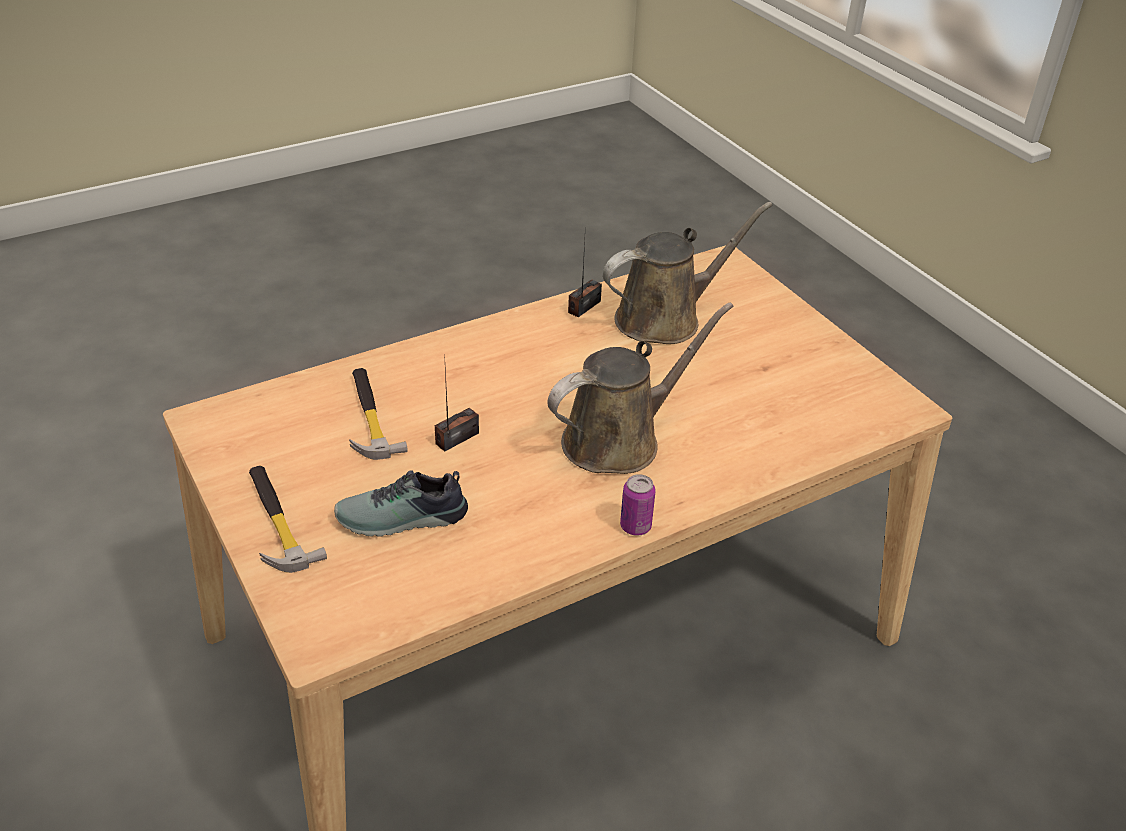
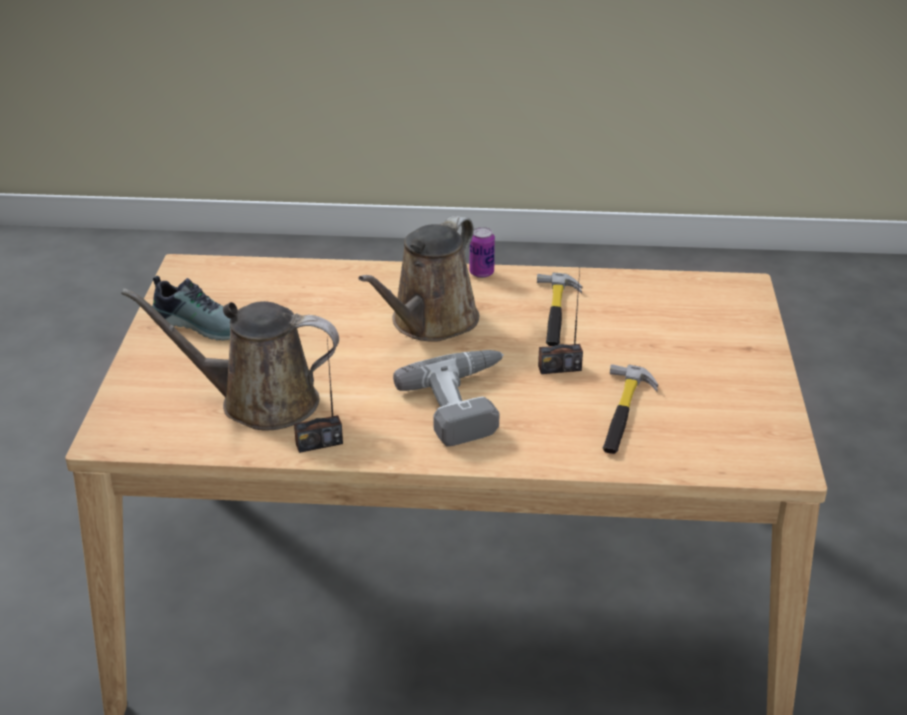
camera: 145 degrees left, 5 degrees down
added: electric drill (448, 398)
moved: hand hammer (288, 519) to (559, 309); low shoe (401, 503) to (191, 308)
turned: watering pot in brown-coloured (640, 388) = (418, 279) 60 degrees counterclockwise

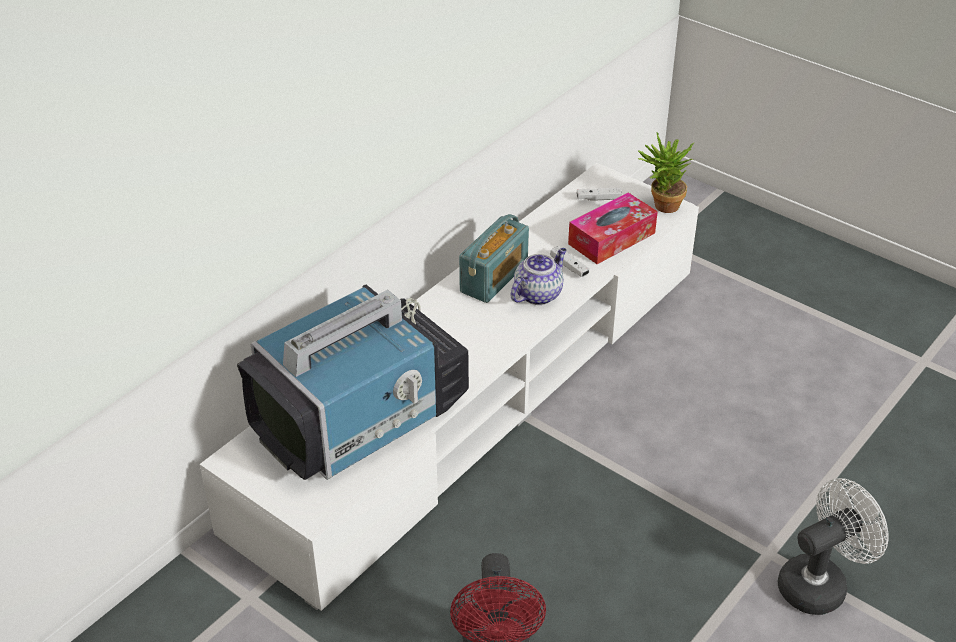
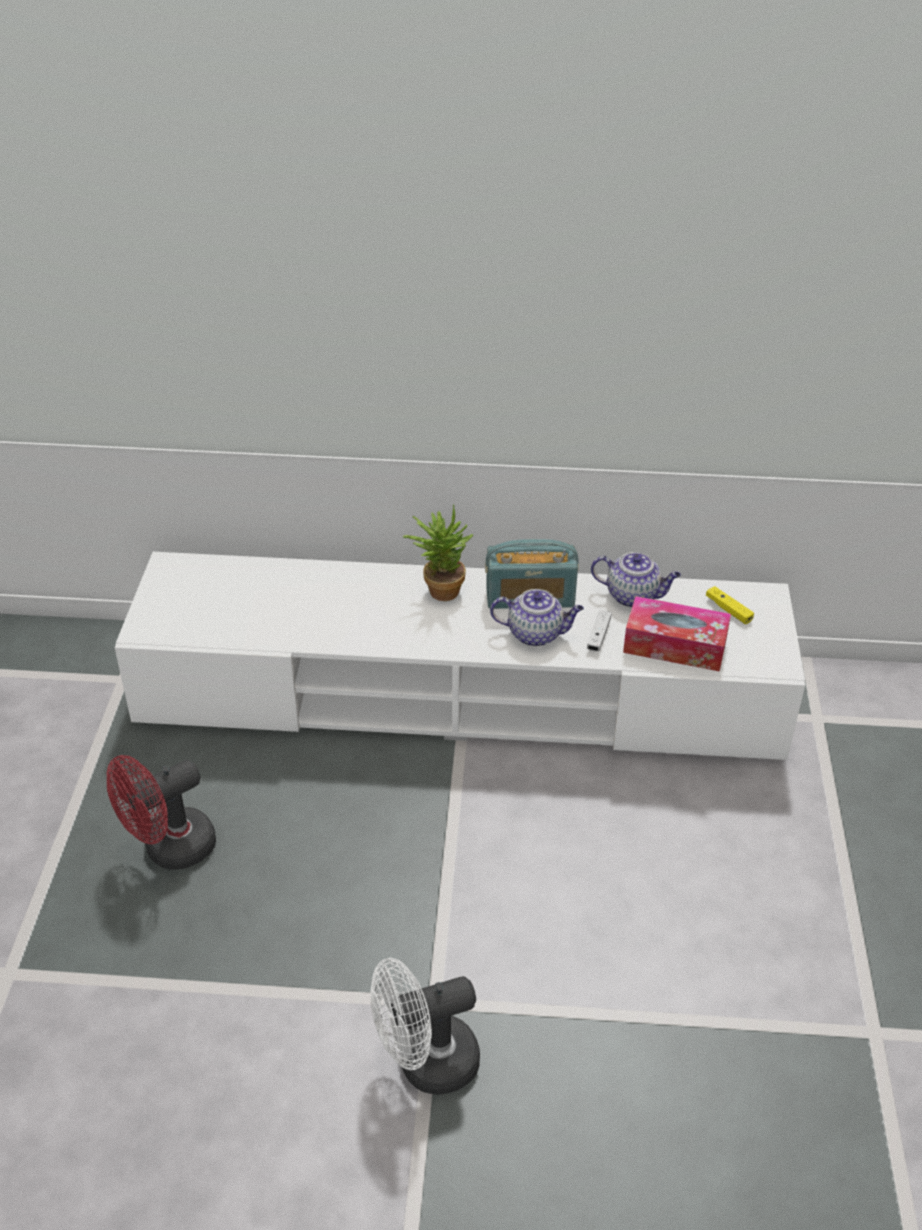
camera: 55 degrees right, 0 degrees up
removed: television (353, 382)
added: tea pot (636, 580)
moved: plant in a pot (666, 173) to (438, 553)
recoloured: joypad in white (599, 194) to joypad in yellowish (730, 605)
turned: electric fan in white (833, 546) = (425, 1026) 135 degrees clockwise

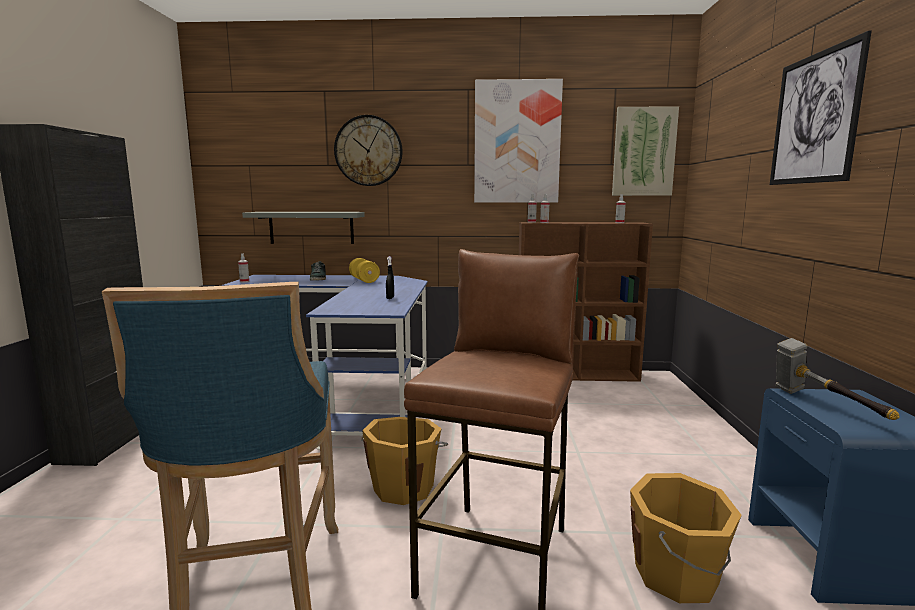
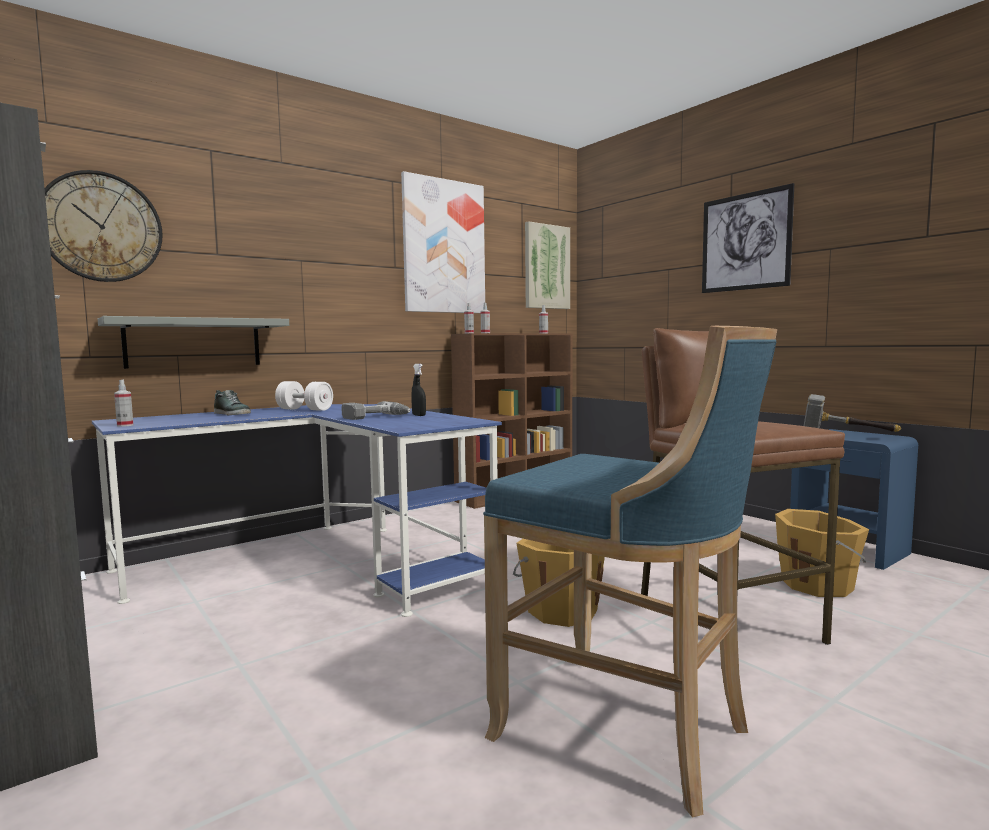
camera: 40 degrees left, 5 degrees down
added: electric drill (376, 410)
moved: wall clock (368, 150) to (104, 226)
recoloured: dumbbell in yellowish (364, 270) to dumbbell in white (304, 396)

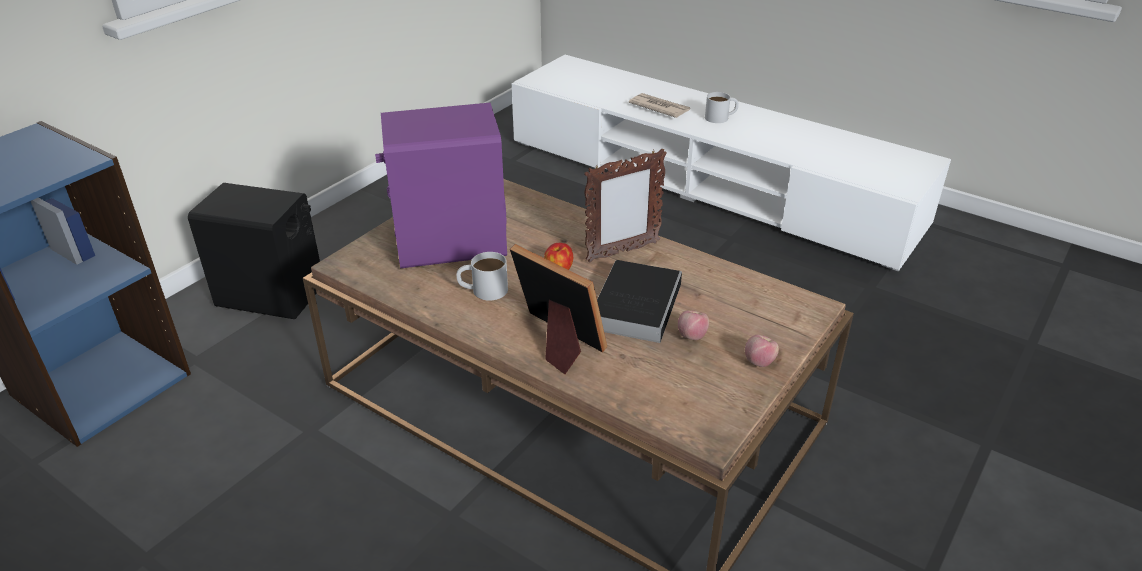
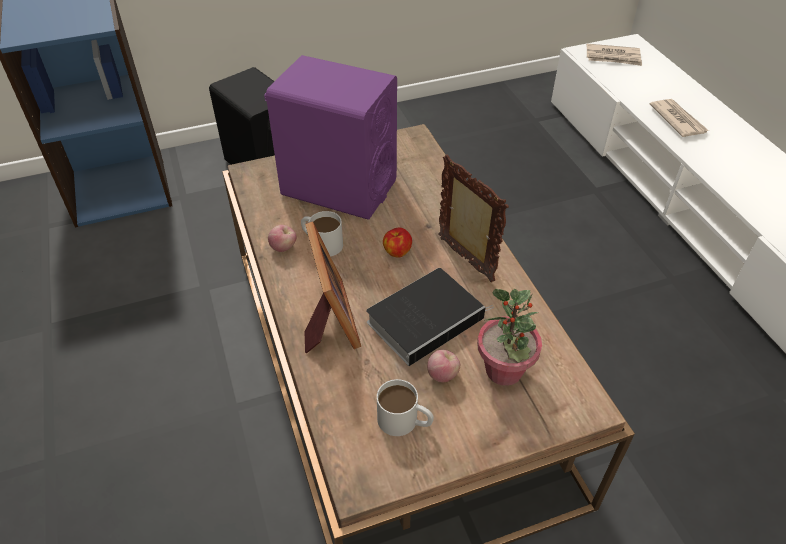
camera: 35 degrees right, 10 degrees up
added: plant in a pot (509, 337); newspaper (614, 55)
moved: coffee mug in white (722, 107) to (405, 407); apple fruit (762, 351) to (282, 238)
turned: standing frame (625, 206) = (473, 218) 135 degrees counterclockwise

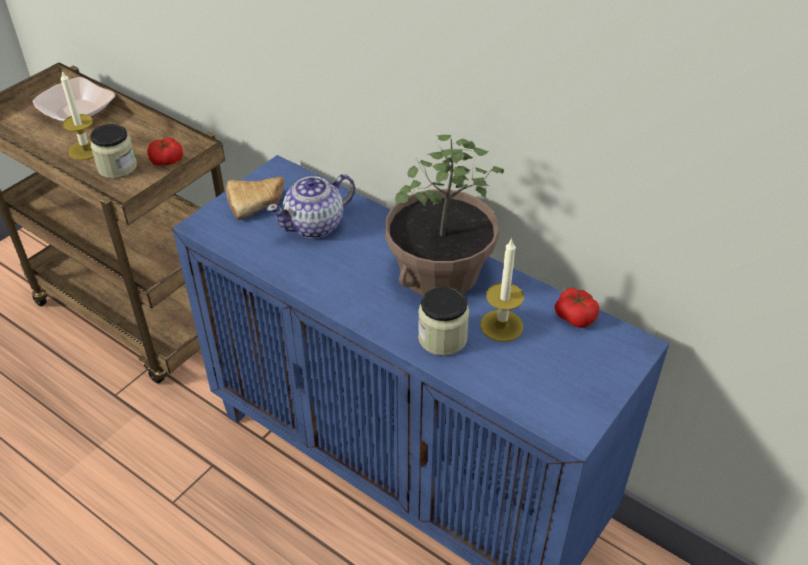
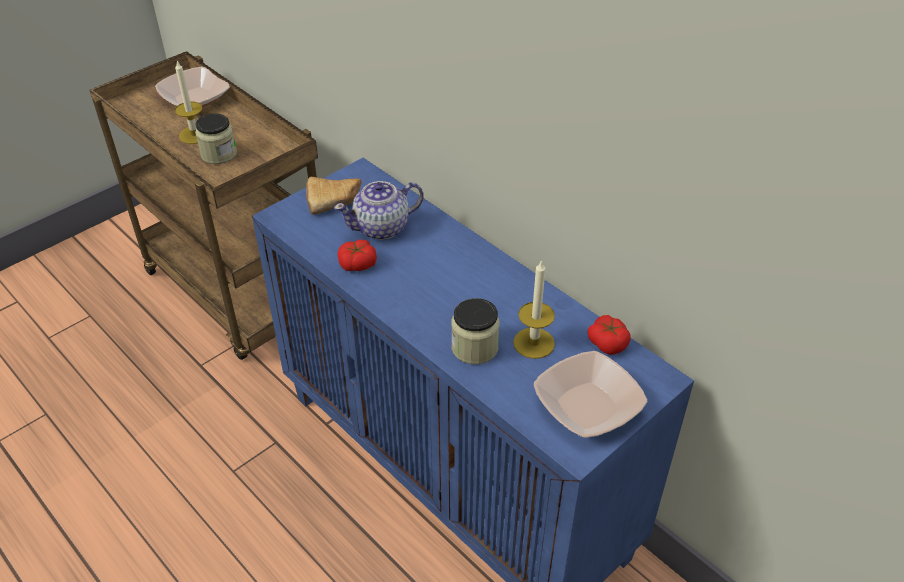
camera: 10 degrees right, 0 degrees up
removed: plant in a pot (444, 215)
added: deep dish (590, 394)
moved: tomato (165, 152) to (357, 255)

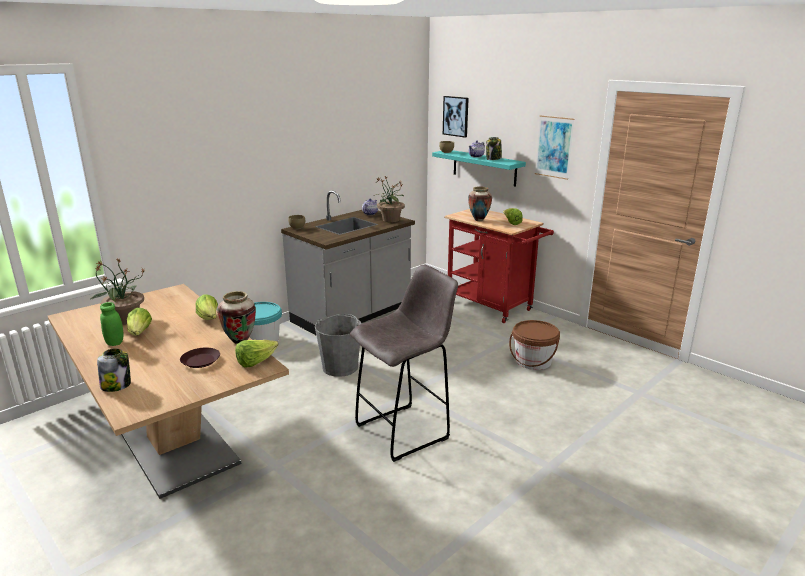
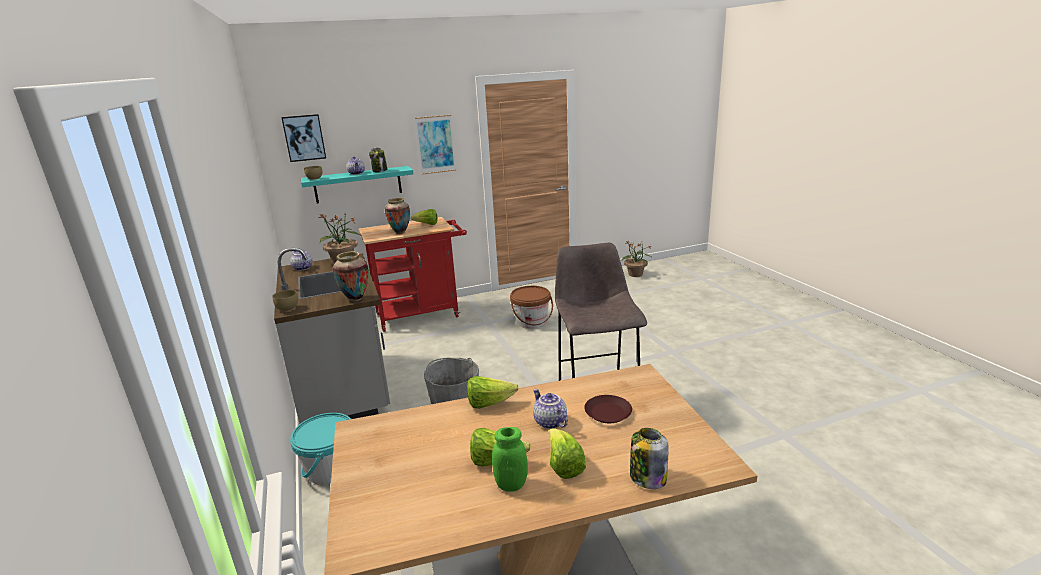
camera: 65 degrees left, 0 degrees up
added: tea pot (550, 409)
moved: plant in a pot (117, 291) to (637, 259); flower vase (236, 317) to (351, 276); lettuce head (256, 354) to (567, 453)

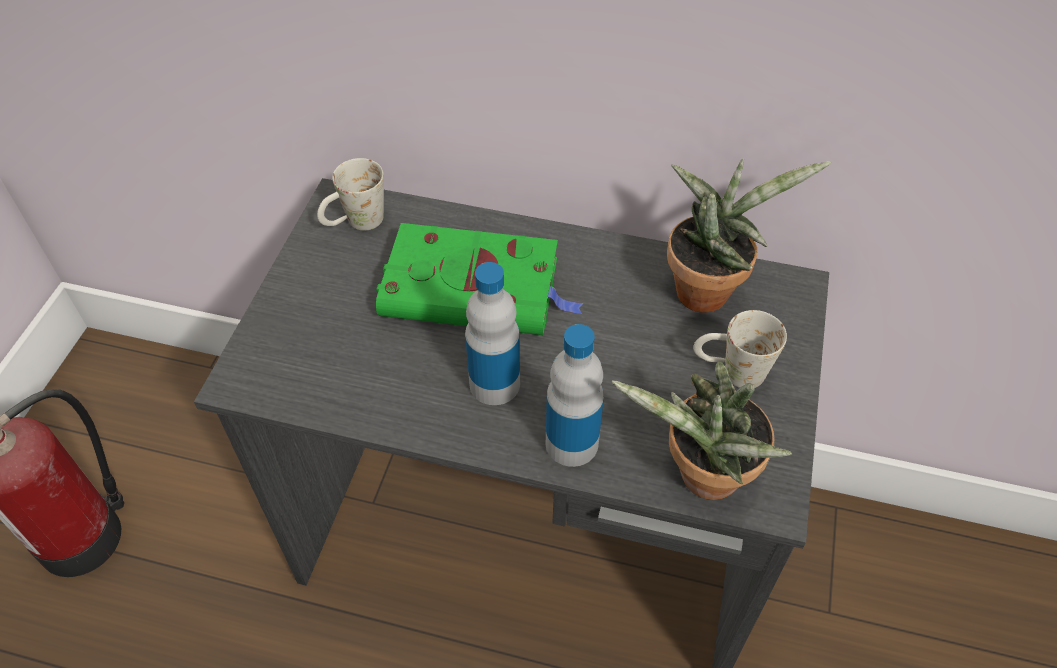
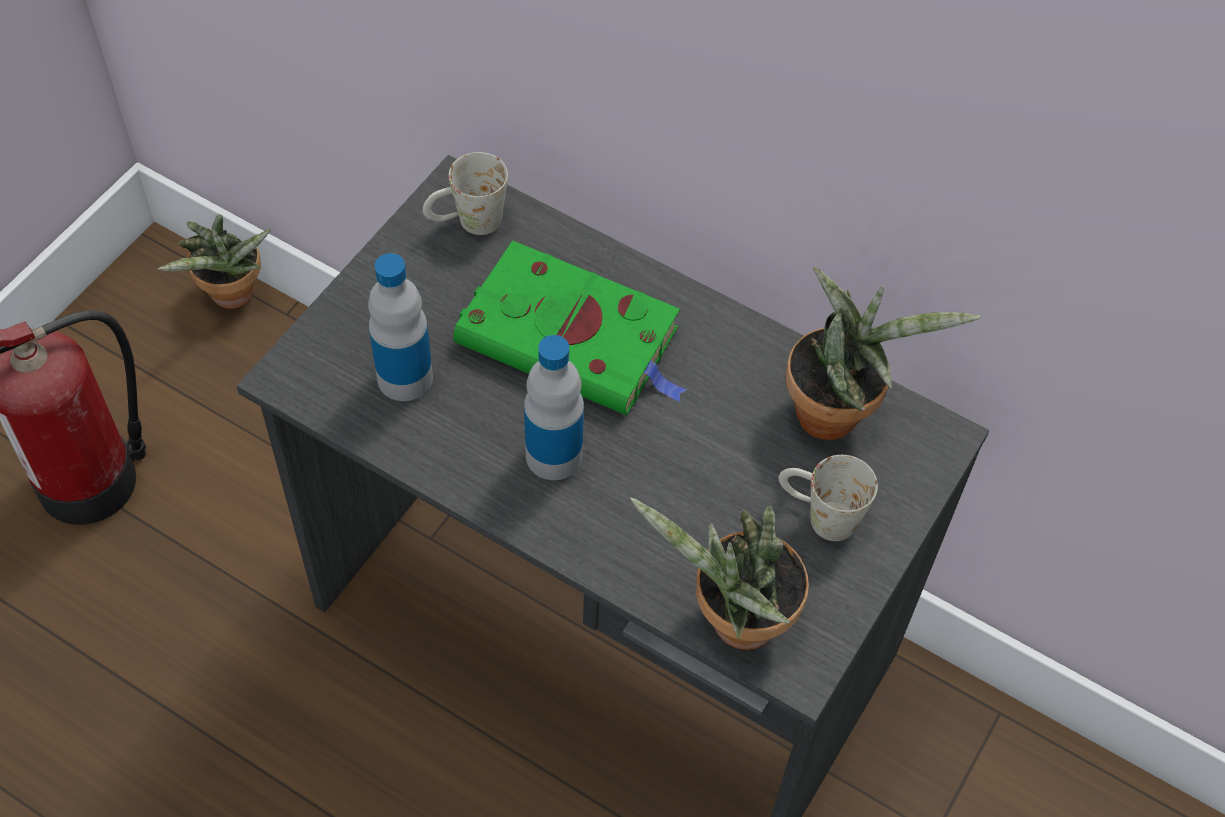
camera: 15 degrees right, 5 degrees up
added: plant in a pot (214, 261)
moved: drink bottle (575, 395) to (400, 327)

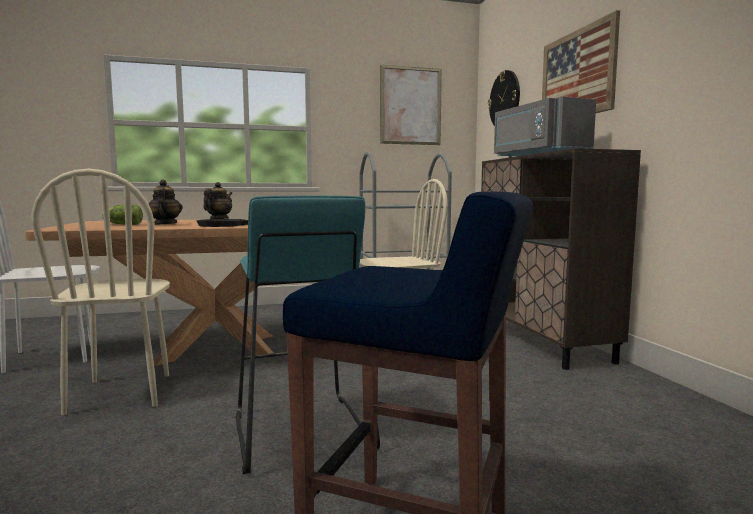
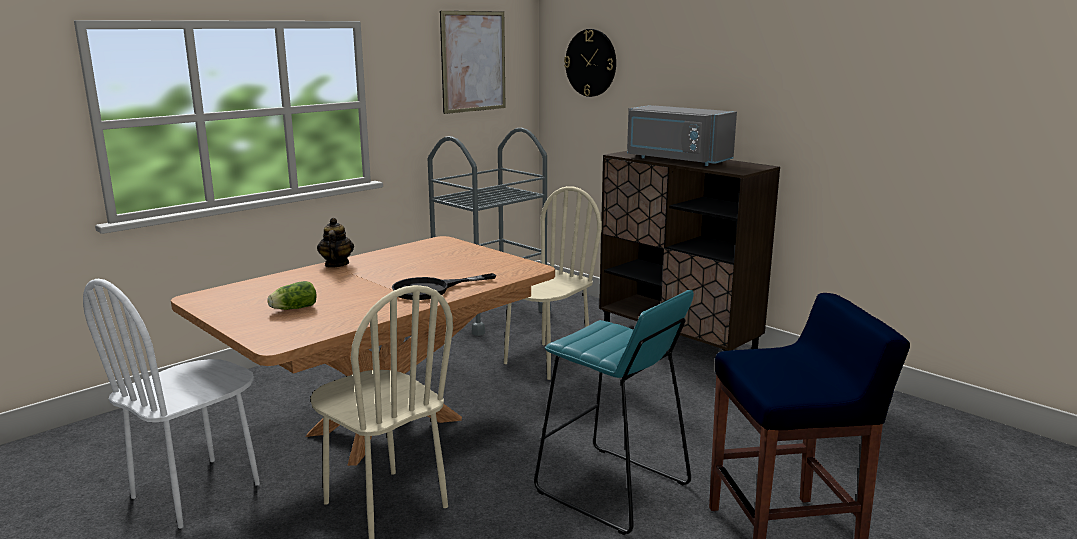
camera: 30 degrees left, 10 degrees up
removed: tea pot (166, 202); wall picture (581, 61)

